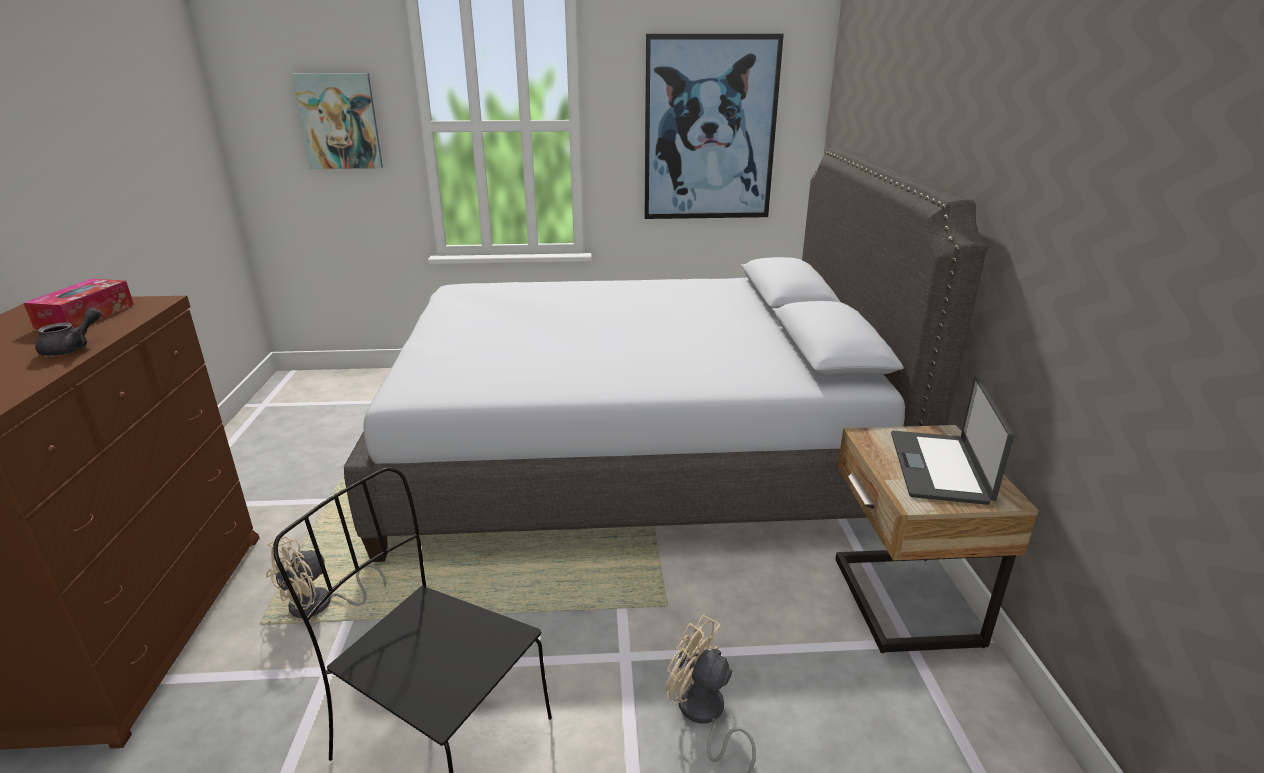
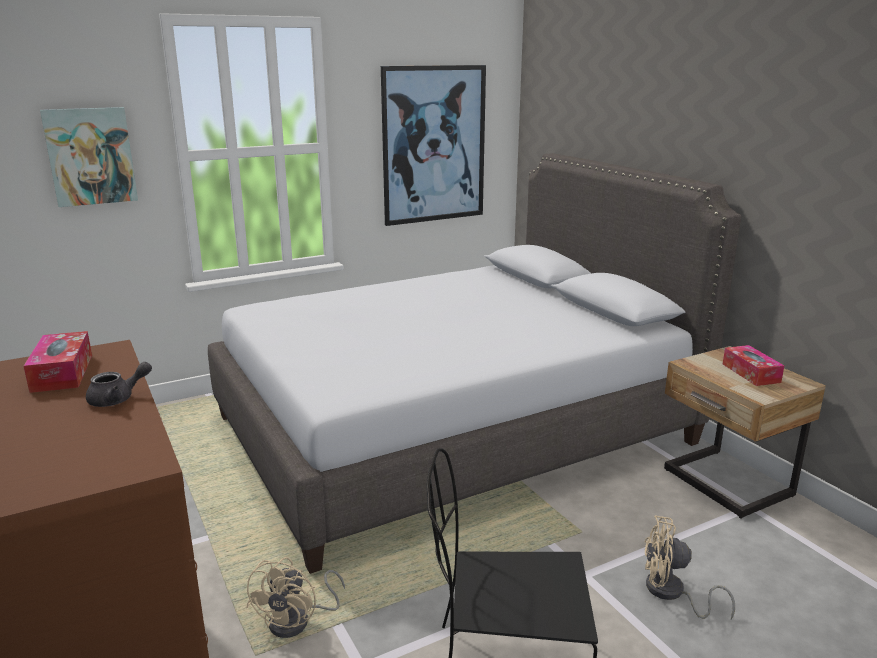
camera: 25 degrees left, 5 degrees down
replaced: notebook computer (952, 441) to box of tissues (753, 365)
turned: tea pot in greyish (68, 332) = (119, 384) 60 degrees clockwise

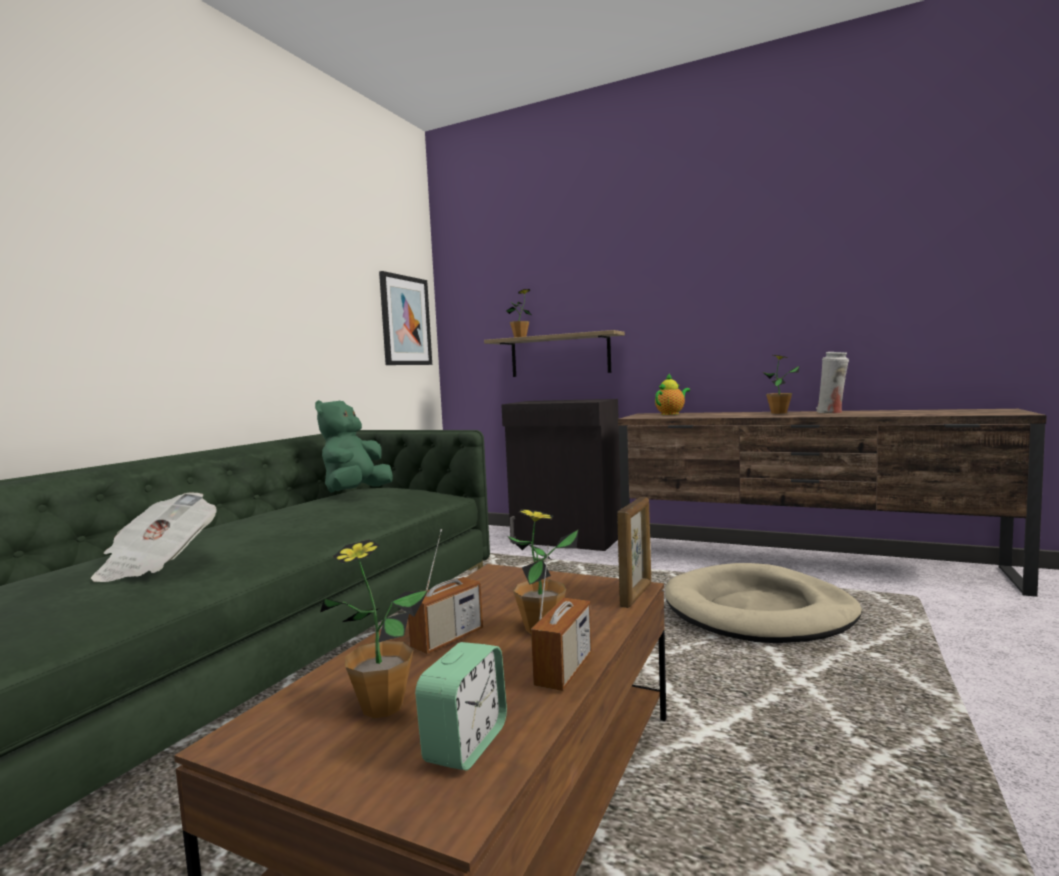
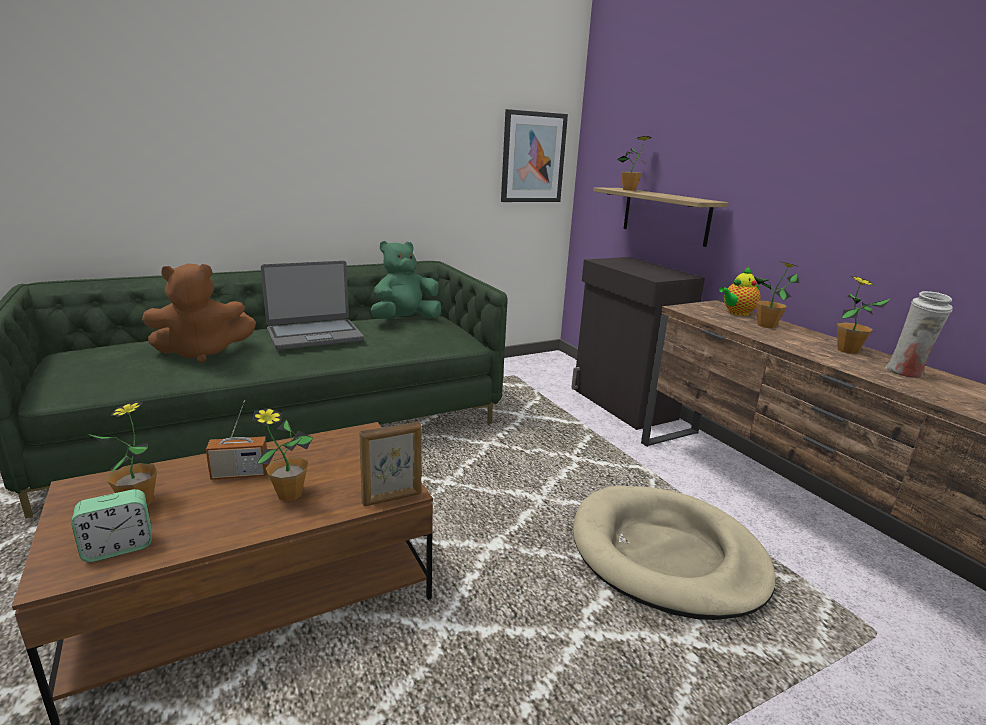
camera: 35 degrees right, 15 degrees up
removed: radio (561, 618)
added: notebook computer (312, 305); plant in a pot (777, 294)
replaced: newspaper (154, 537) to soft toy in brown-coloured (199, 313)
turned: tea pot (672, 394) = (740, 291) 150 degrees clockwise

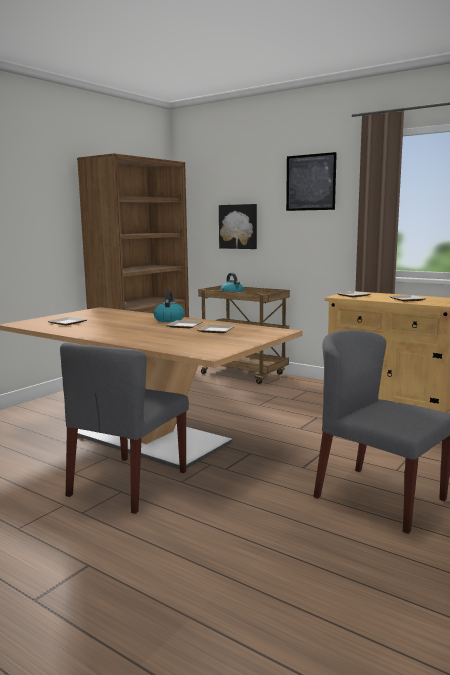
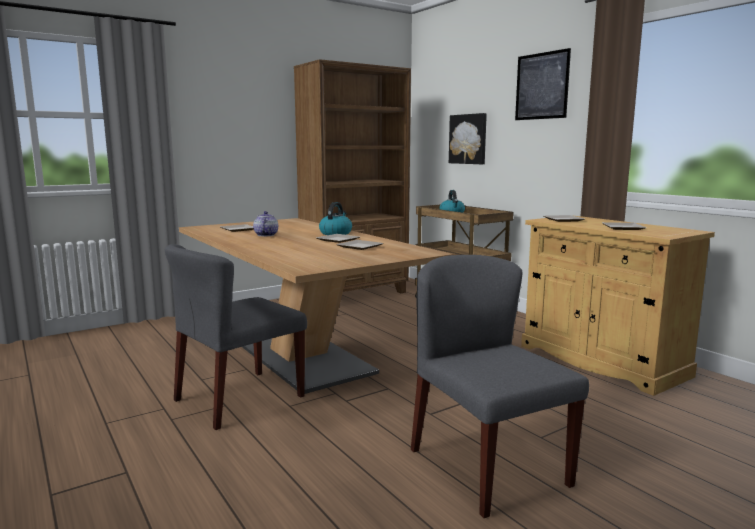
camera: 20 degrees right, 0 degrees up
added: tea pot (265, 223)

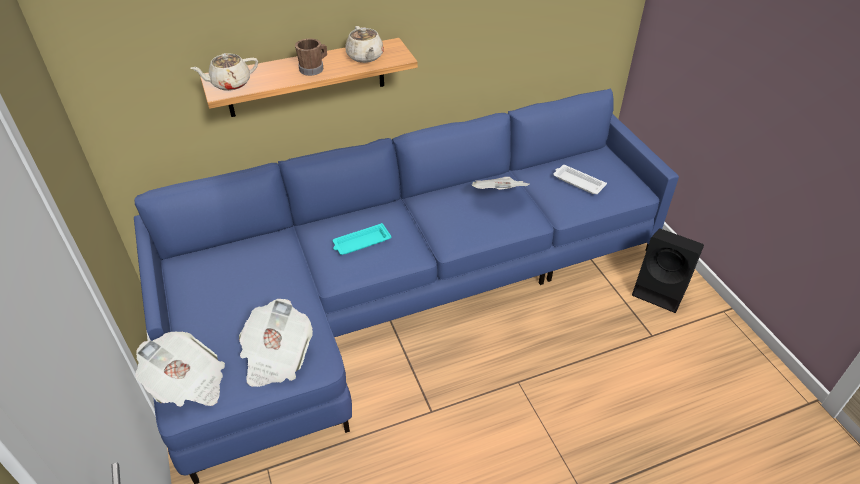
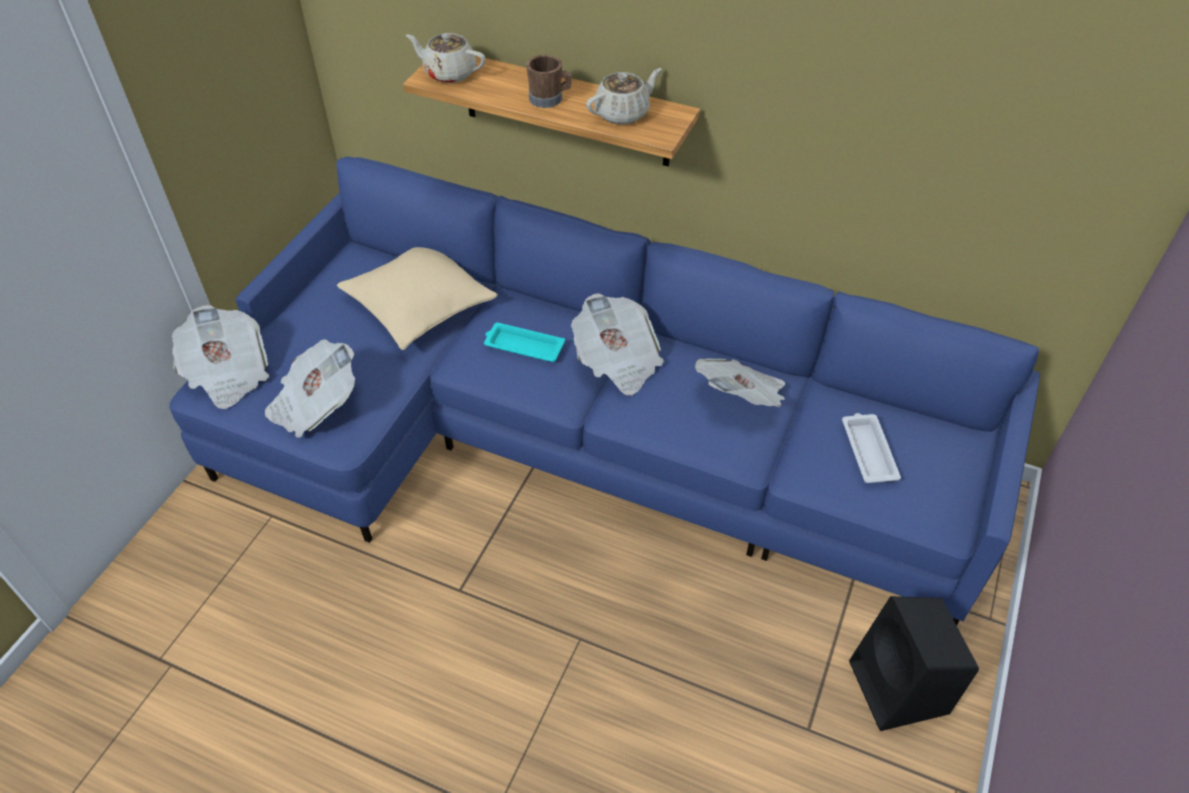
camera: 45 degrees right, 5 degrees up
added: cushion in beige (417, 298); newspaper (617, 344)
turned: tea pot in beige (364, 44) = (624, 96) 150 degrees counterclockwise

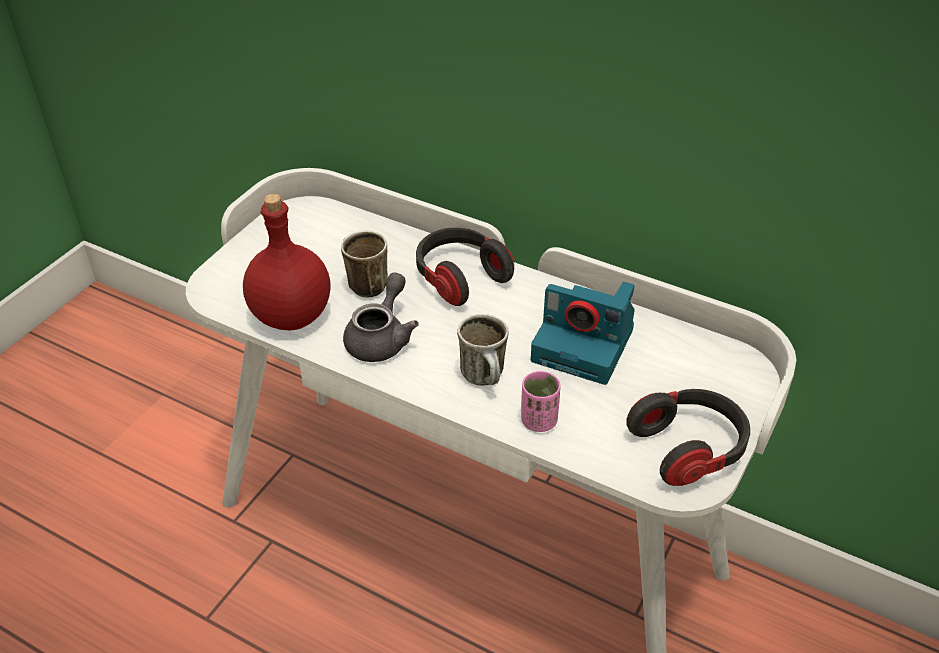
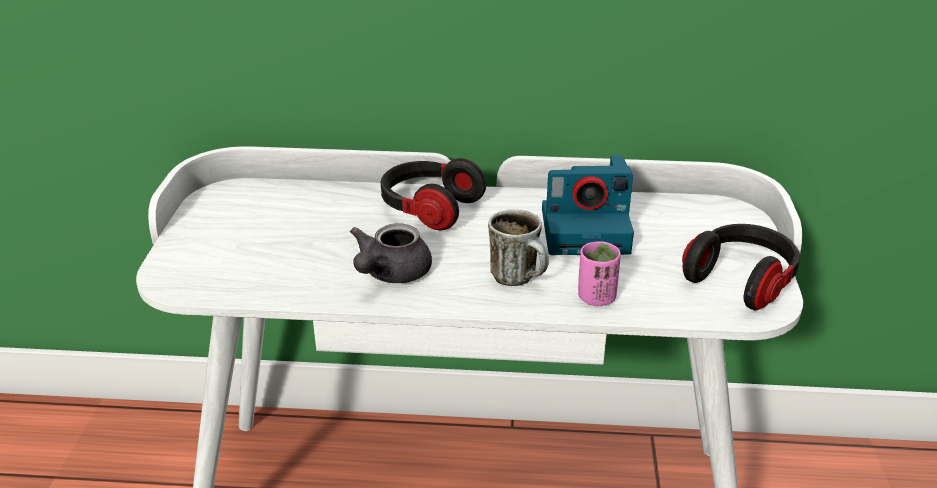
camera: 25 degrees left, 10 degrees down
removed: drink bottle in reddish (287, 262); coffee mug (364, 264)
turned: tea pot in greyish (381, 317) = (391, 253) 150 degrees counterclockwise

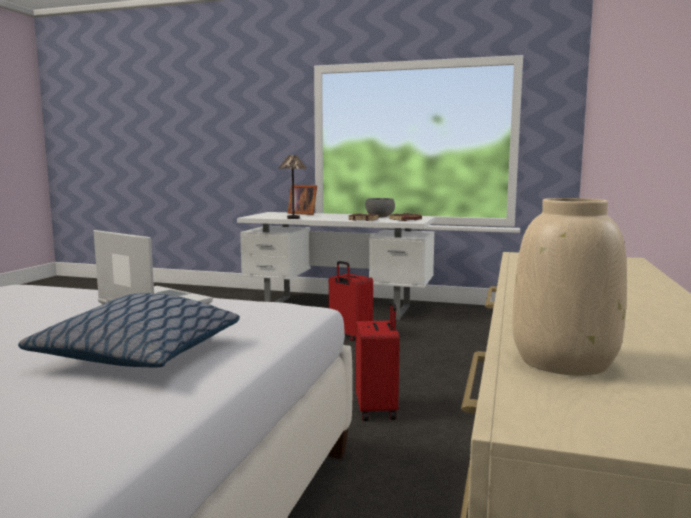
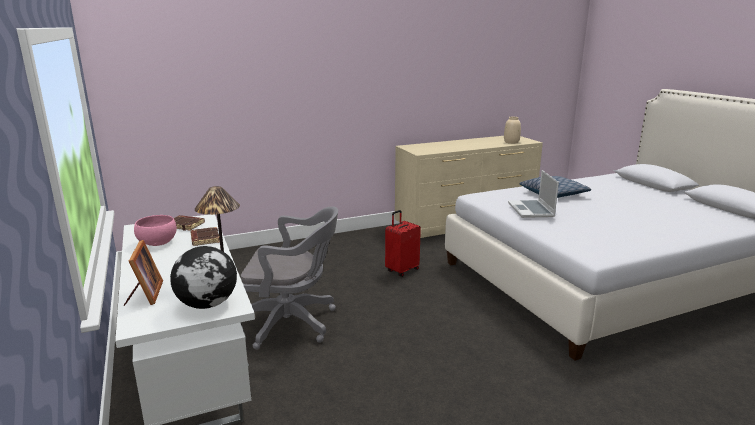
camera: 130 degrees left, 10 degrees up
added: globe (203, 277)
replaced: piece of luggage in reddish (351, 301) to office chair in greyish (289, 278)
recoloured: deep dish in greyish (380, 208) to deep dish in pinkish (155, 230)

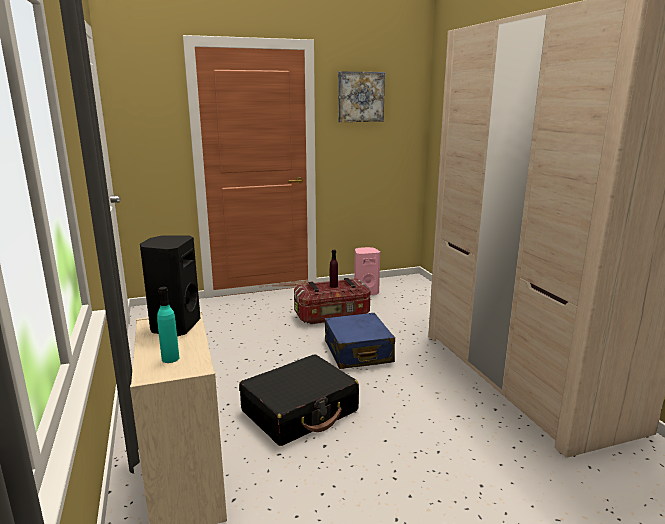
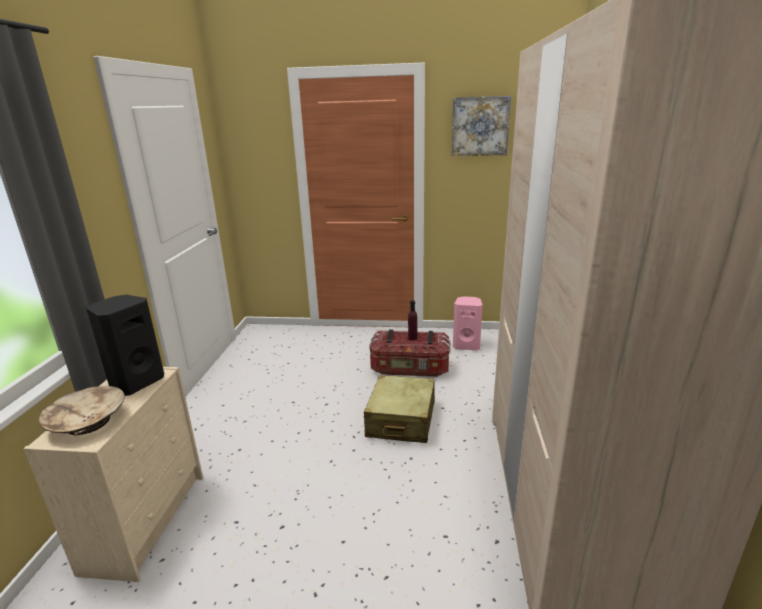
camera: 25 degrees right, 5 degrees up
removed: piece of luggage in black-coloured (299, 400)
replaced: drink bottle in turquoise-coloured (168, 325) to deep dish in beige (82, 411)
recoloured: piece of luggage in blue (360, 341) to piece of luggage in beige (399, 409)

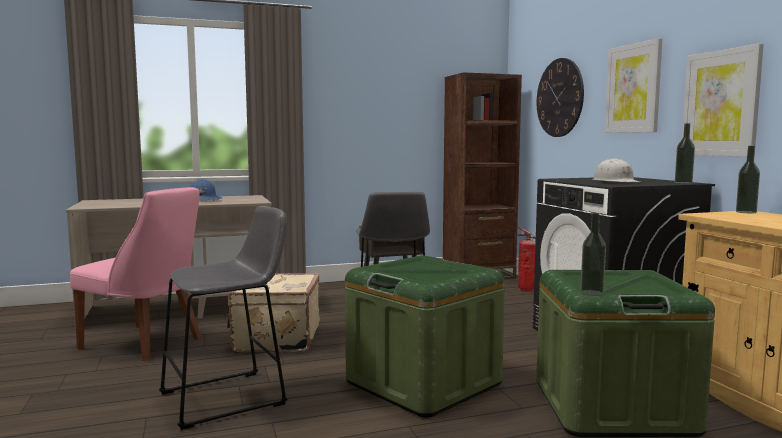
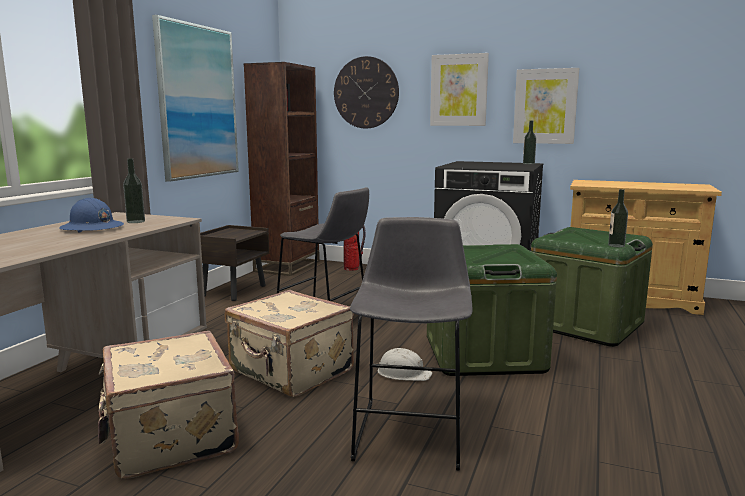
camera: 50 degrees left, 5 degrees up
added: wall picture (195, 98)
moved: hard hat in white (616, 170) to (403, 364); drink bottle (748, 179) to (134, 190)
replaced: chair in pinkish (135, 274) to piece of luggage in beige (168, 405)

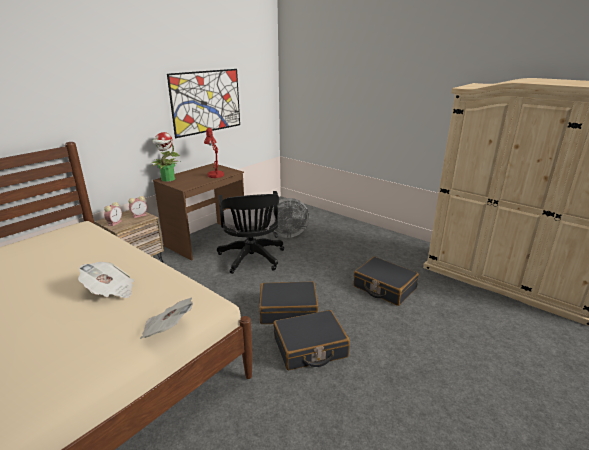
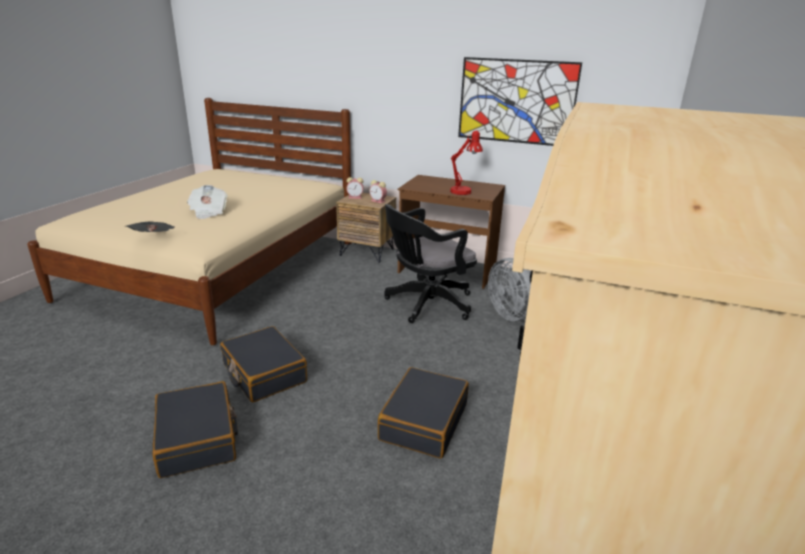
camera: 70 degrees right, 0 degrees up
removed: plant in a pot (165, 157)
moved: piece of luggage in black-coloured (288, 302) to (195, 429)

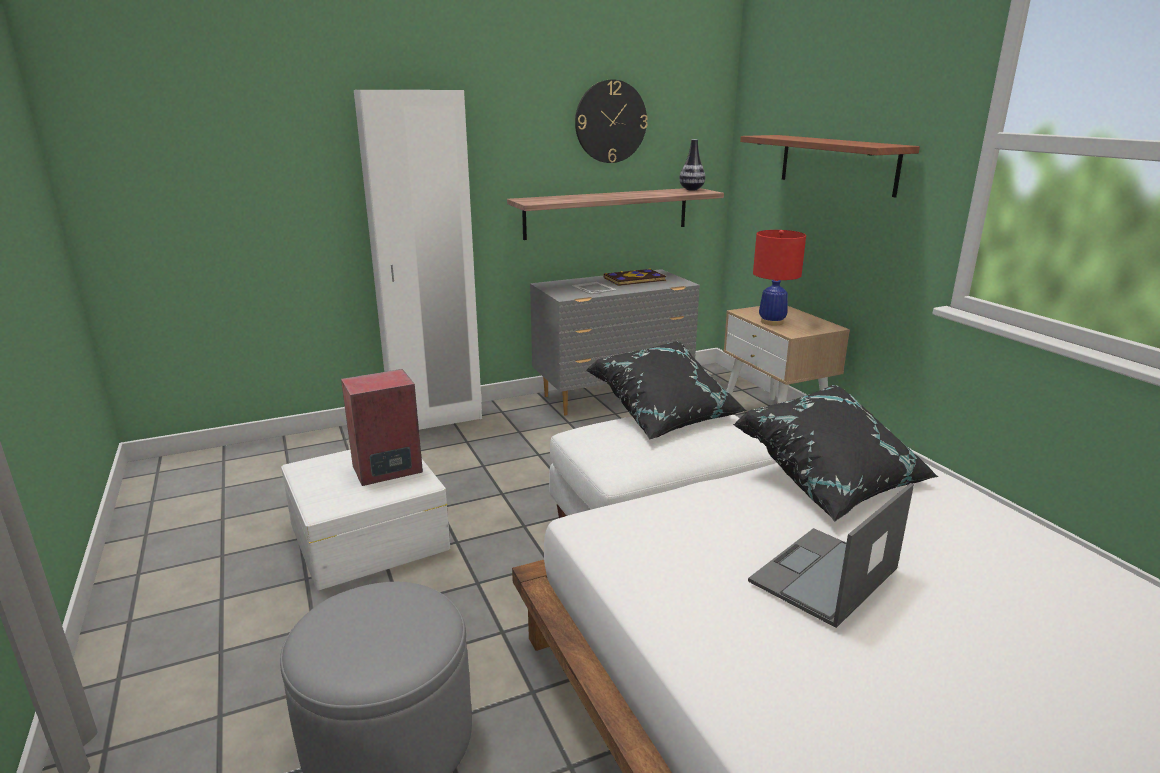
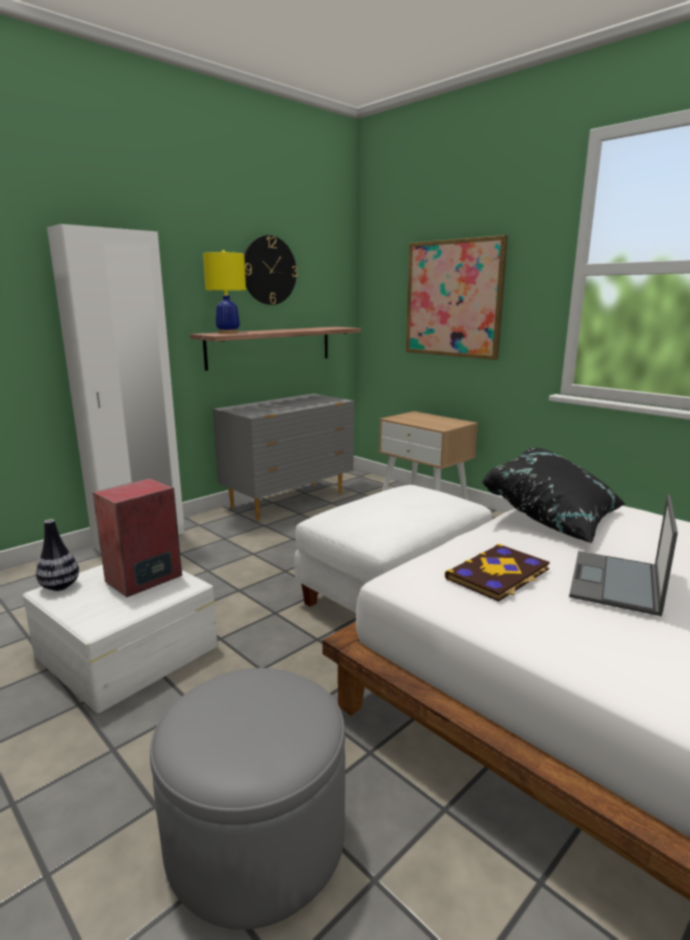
camera: 20 degrees left, 5 degrees down
removed: cushion in black-coloured (666, 390); tabletop lamp in reddish (779, 278)
added: tabletop lamp in yellowish (224, 292)
moved: book (635, 277) to (497, 573); flower vase (692, 164) to (57, 555)
replaced: bracket shelf (830, 166) to wall picture (457, 297)

